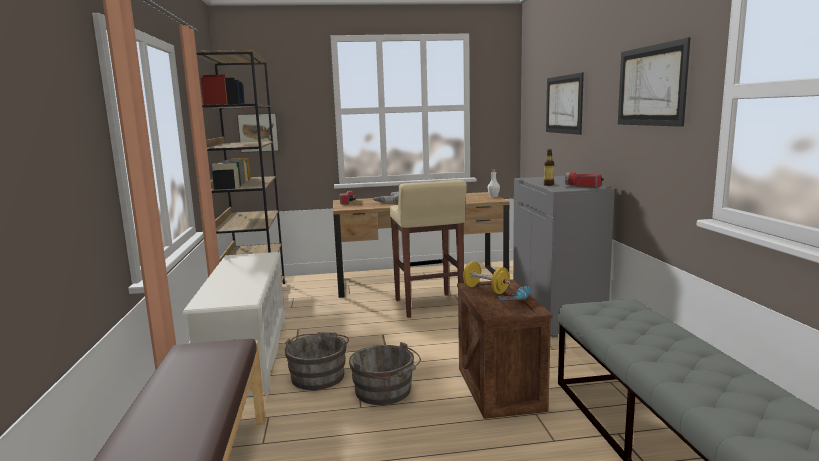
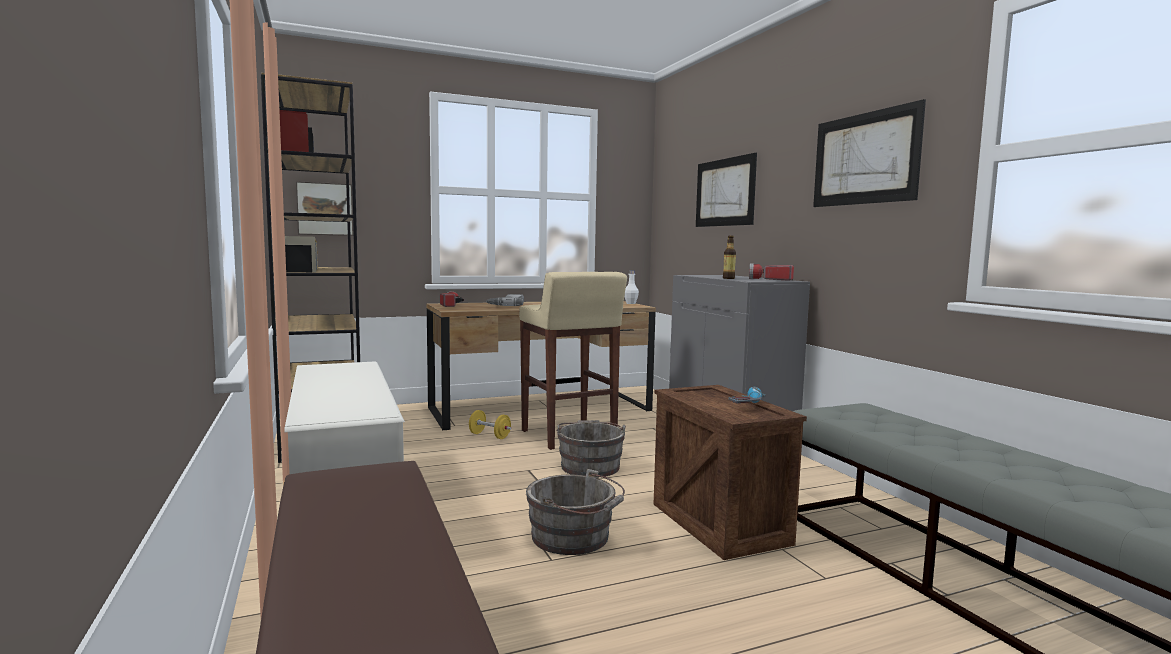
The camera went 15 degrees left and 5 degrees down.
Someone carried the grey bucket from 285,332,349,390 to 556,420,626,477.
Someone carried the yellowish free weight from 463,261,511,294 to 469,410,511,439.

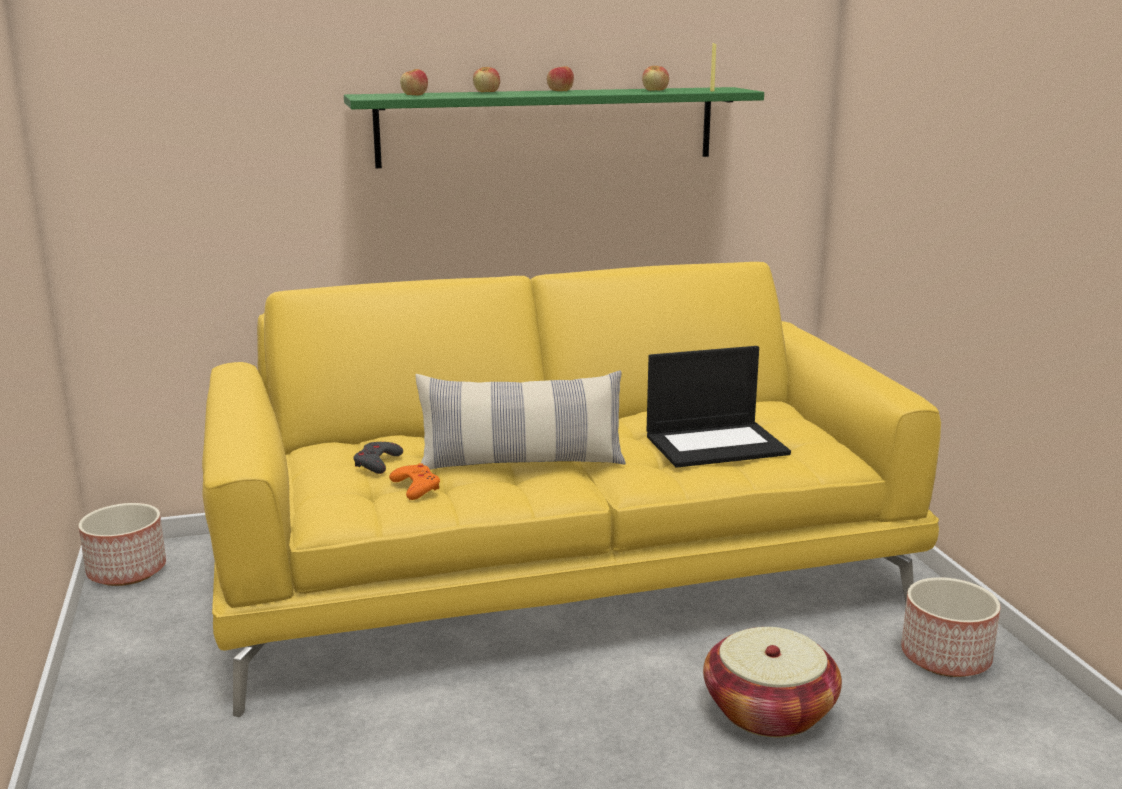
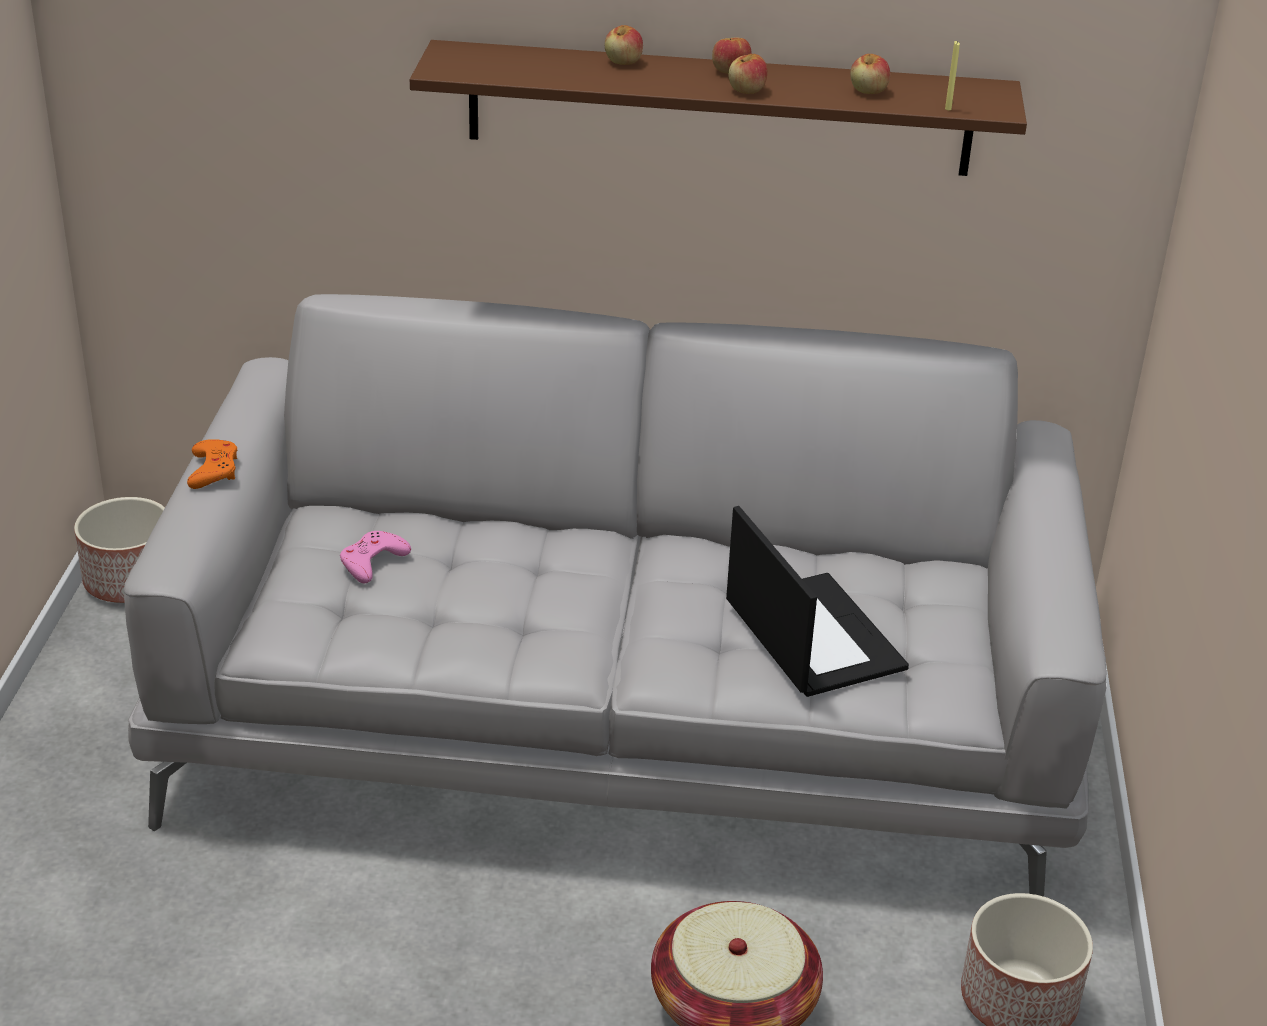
The camera went 20 degrees right and 15 degrees up.
Someone took away the cushion at 416,370,626,470.
Someone carried the orange-coloured gamepad from 389,463,440,500 to 187,439,237,489.
Someone carried the apple fruit from 400,69,428,95 to 728,54,767,94.
Someone repainted the yellowish couch at 202,262,941,717, which became the grey couch at 124,294,1107,897.
Someone repainted the green-coloured bracket shelf at 344,87,764,168, which became the brownish bracket shelf at 410,40,1027,176.
Someone repainted the grey gamepad at 353,442,403,474, which became the pink gamepad at 340,531,411,583.
Someone rotated the portable computer at 647,346,791,468 by 120 degrees counterclockwise.

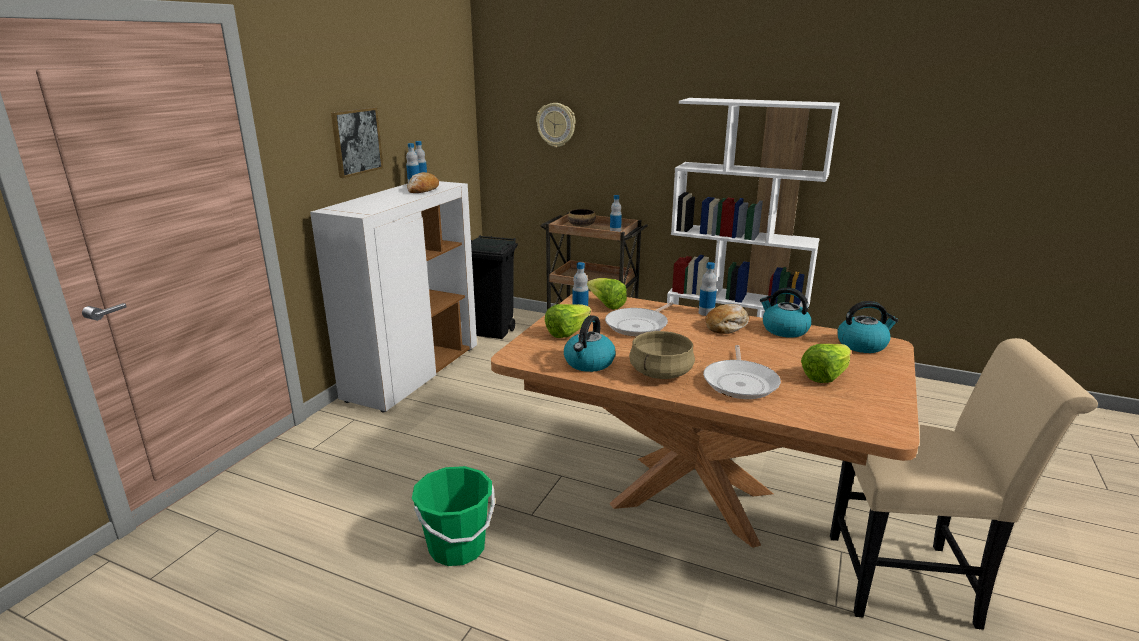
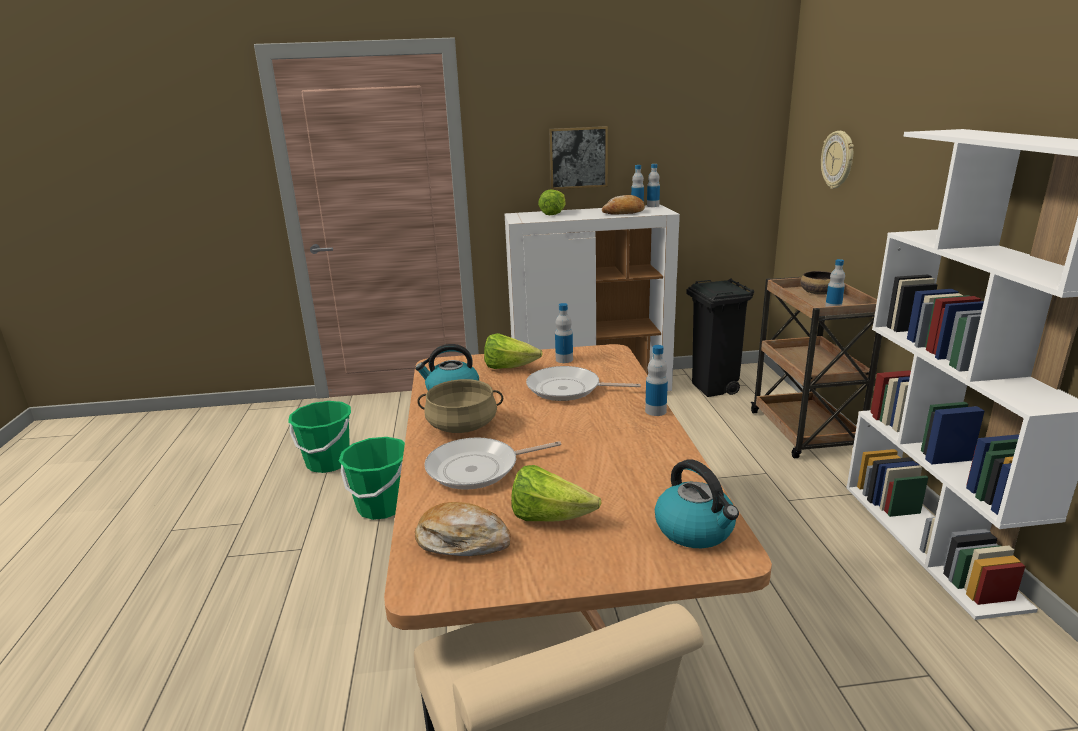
The camera went 60 degrees right and 0 degrees up.
Someone took away the kettle at 760,288,812,338.
Someone put down the green-coloured bucket at 288,401,351,473.
Someone carried the head of lettuce from 587,278,627,310 to 538,189,566,215.
Someone carried the bread from 705,304,749,334 to 415,502,510,556.

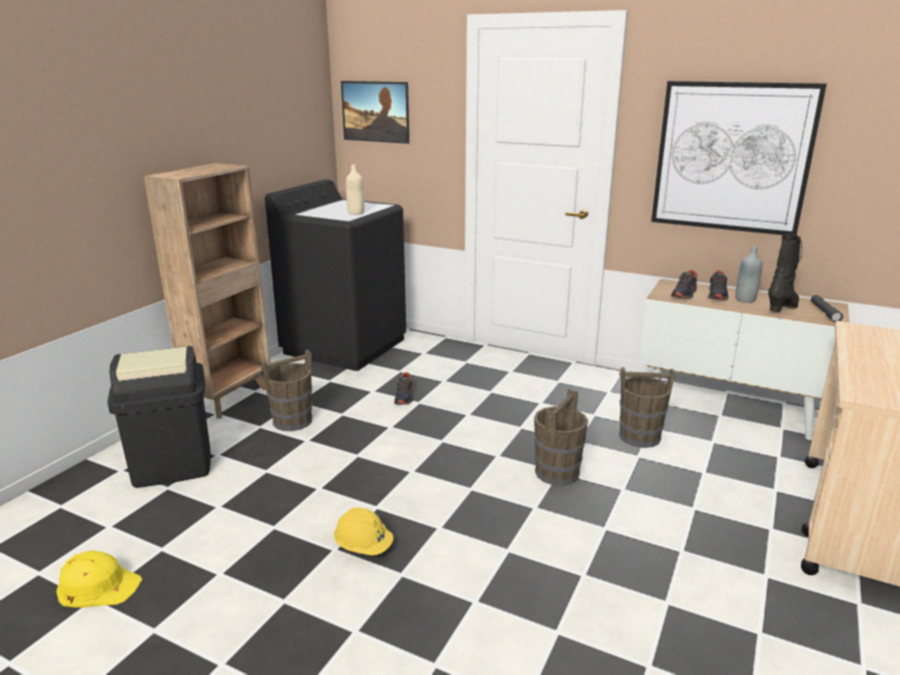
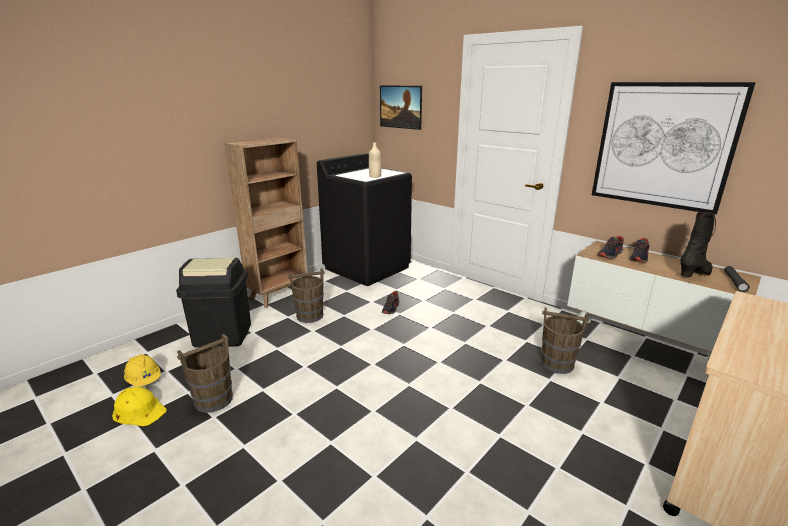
The camera went 15 degrees right and 0 degrees up.
Someone took away the grey drink bottle at 735,246,762,303.
Someone carried the yellowish safety helmet from 334,507,393,555 to 124,354,161,386.
Someone carried the brownish bucket from 534,389,588,486 to 177,334,233,413.

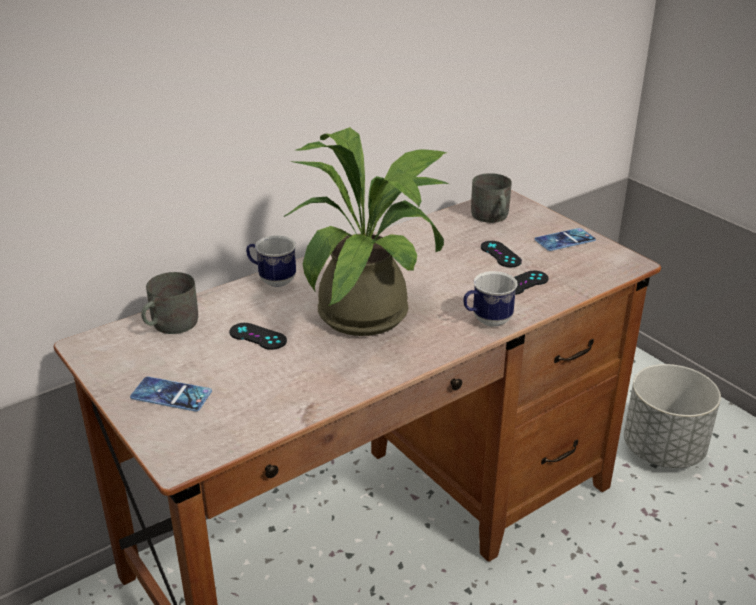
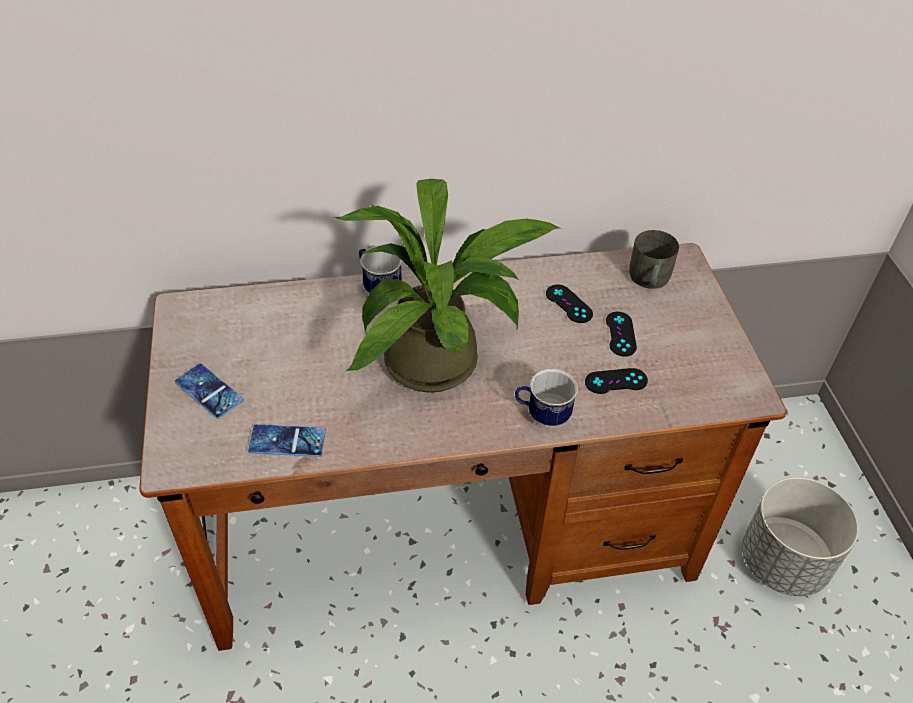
The camera went 25 degrees right and 15 degrees up.
Someone took away the grey tea mug at 141,272,198,334.
Someone carried the black gamepad from 229,323,287,350 to 546,284,593,323.
Someone carried the handset from 534,228,596,251 to 248,424,326,457.

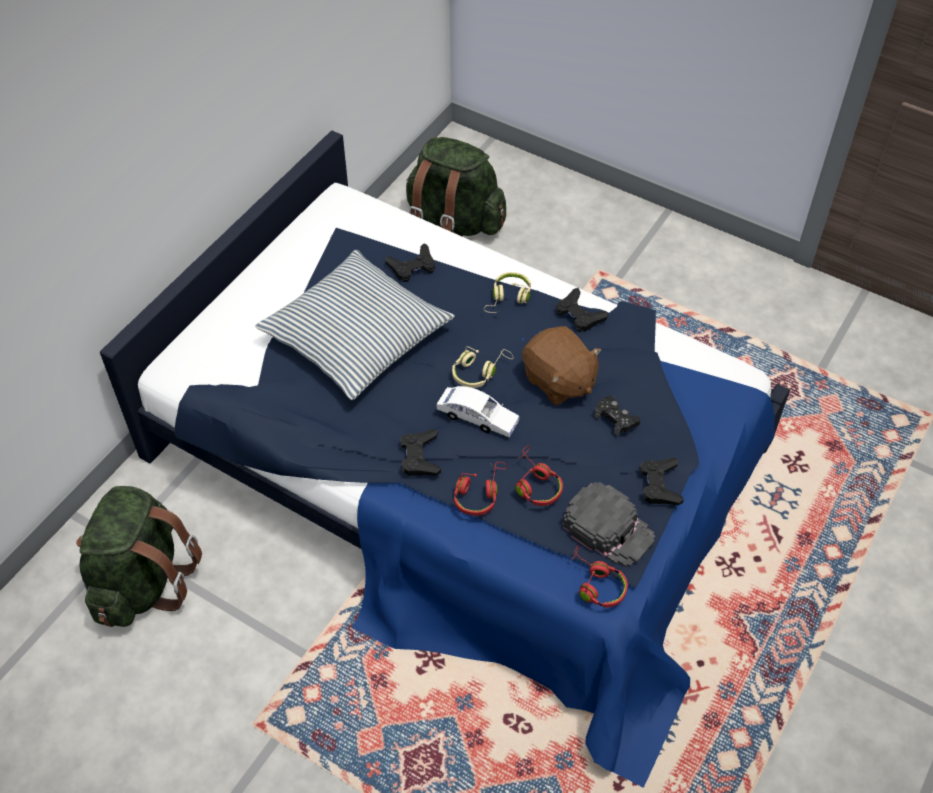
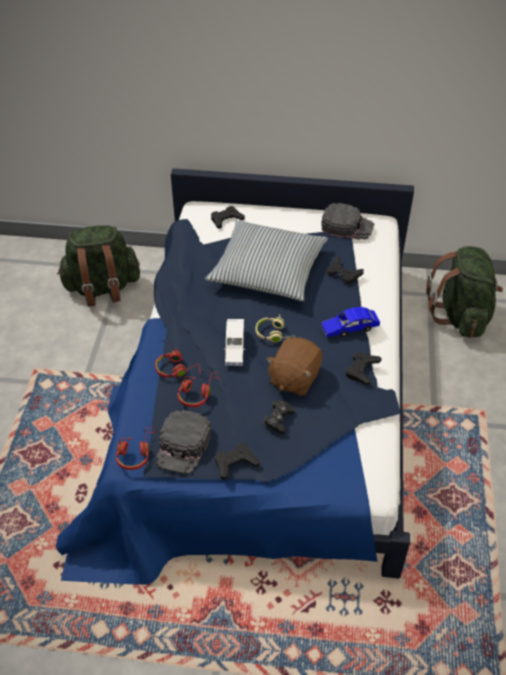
The camera went 65 degrees right and 5 degrees down.
Someone put down the black cap at 321,203,375,240.
Someone carried the black gamepad from 400,429,441,476 to 211,206,245,229.
Someone swapped the beige-coloured headset at 484,272,531,313 for the blue-coloured miniature car at 321,307,380,337.

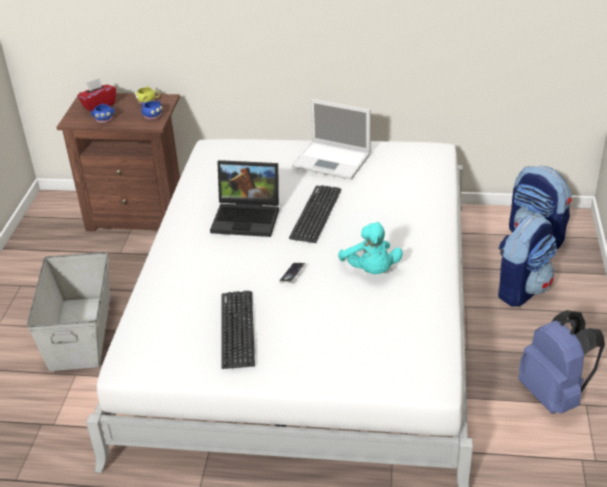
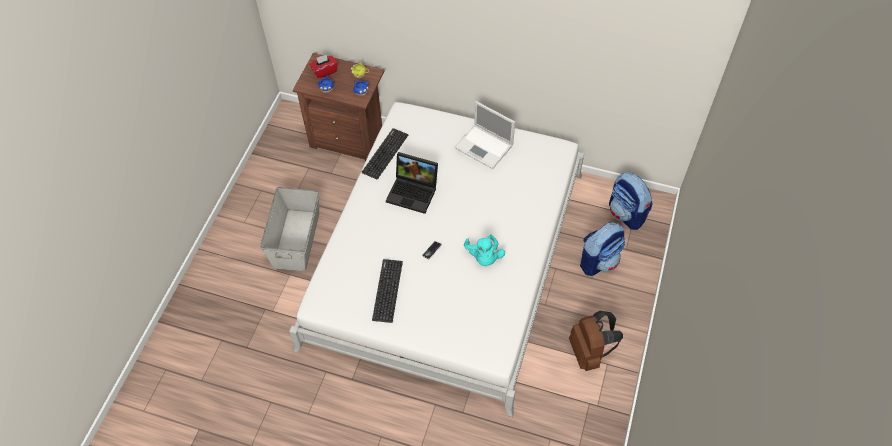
The camera went 10 degrees right and 20 degrees up.
Someone carried the computer keyboard from 289,185,341,243 to 362,128,408,179.
Someone repainted the blue-coloured rucksack at 519,310,605,414, which became the brownish rucksack at 569,311,623,371.

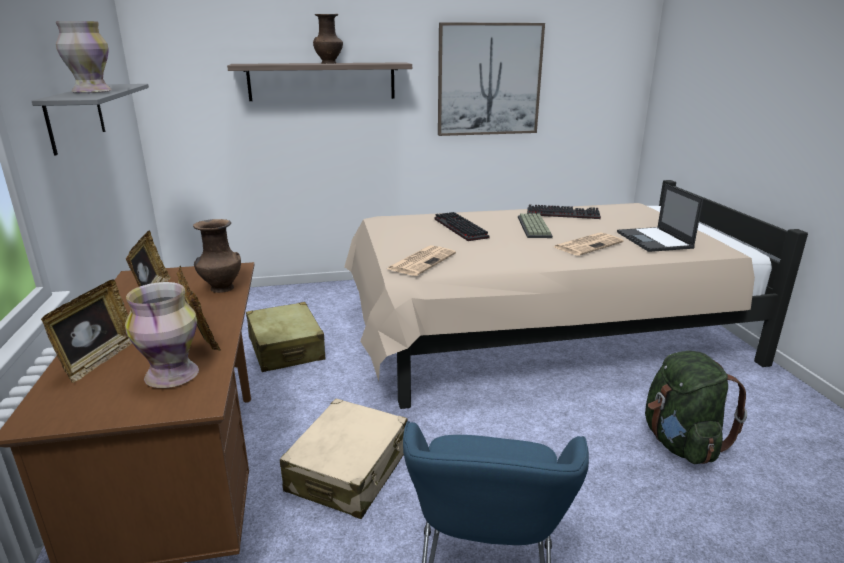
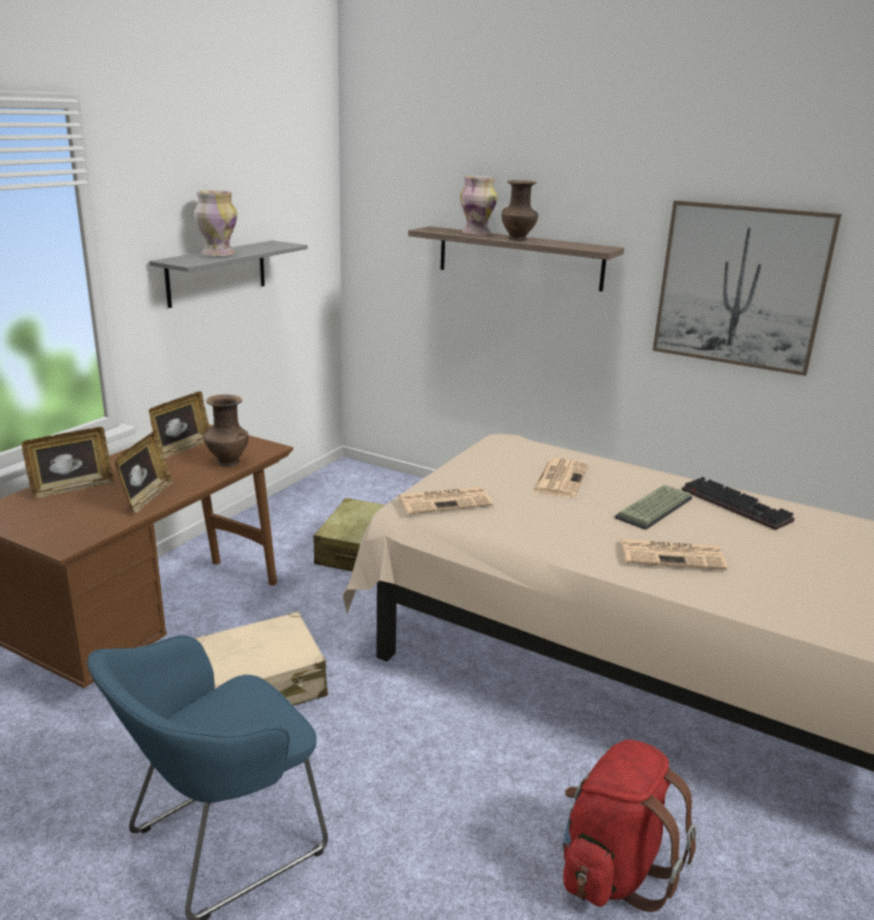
The camera went 40 degrees right and 0 degrees up.
Someone took away the portable computer at 617,184,703,252.
Someone carried the vase from 125,282,199,388 to 460,176,497,235.
Someone swapped the computer keyboard at 434,212,490,241 for the printed paper at 532,458,588,497.
Someone repainted the green-coloured rucksack at 645,351,747,464, which became the reddish rucksack at 562,740,696,912.

